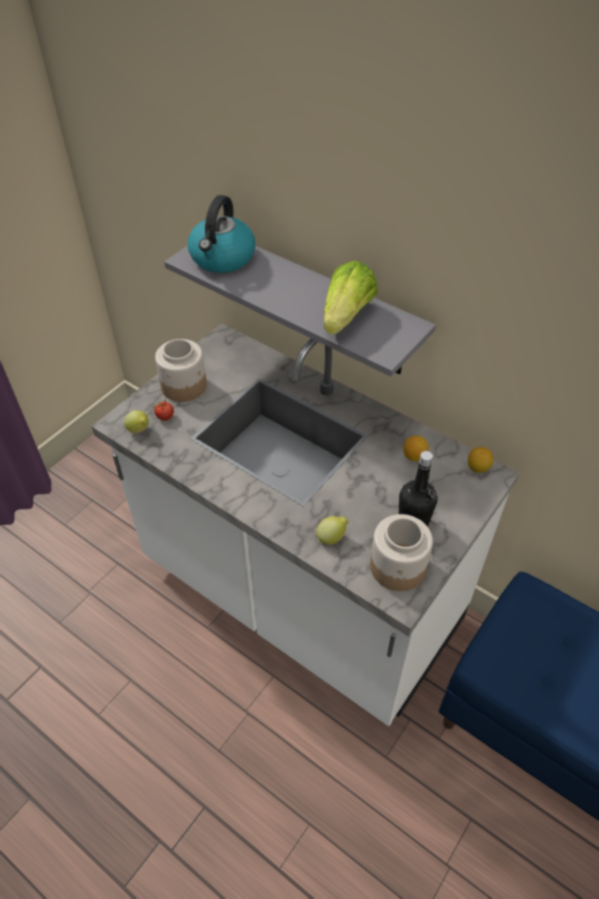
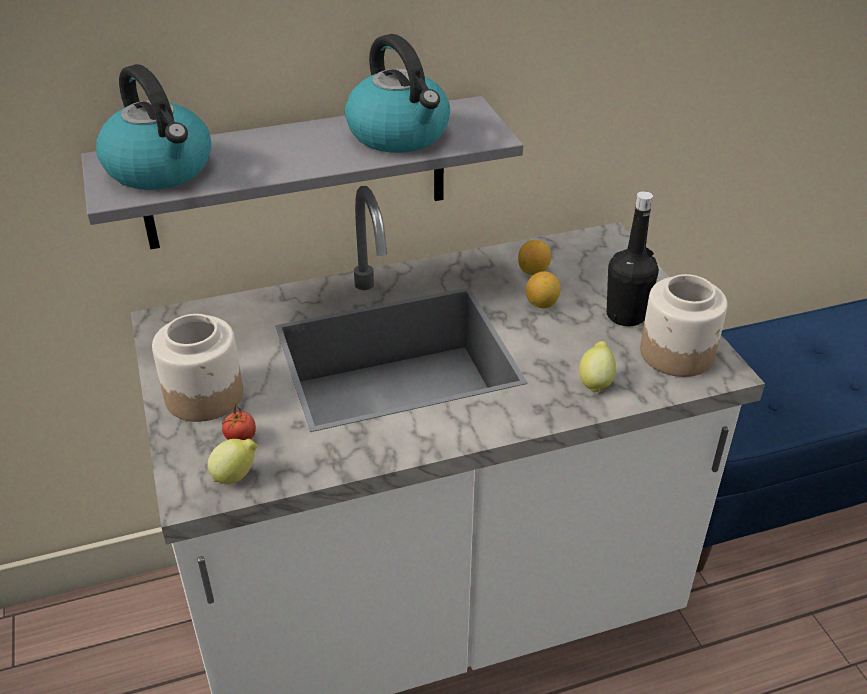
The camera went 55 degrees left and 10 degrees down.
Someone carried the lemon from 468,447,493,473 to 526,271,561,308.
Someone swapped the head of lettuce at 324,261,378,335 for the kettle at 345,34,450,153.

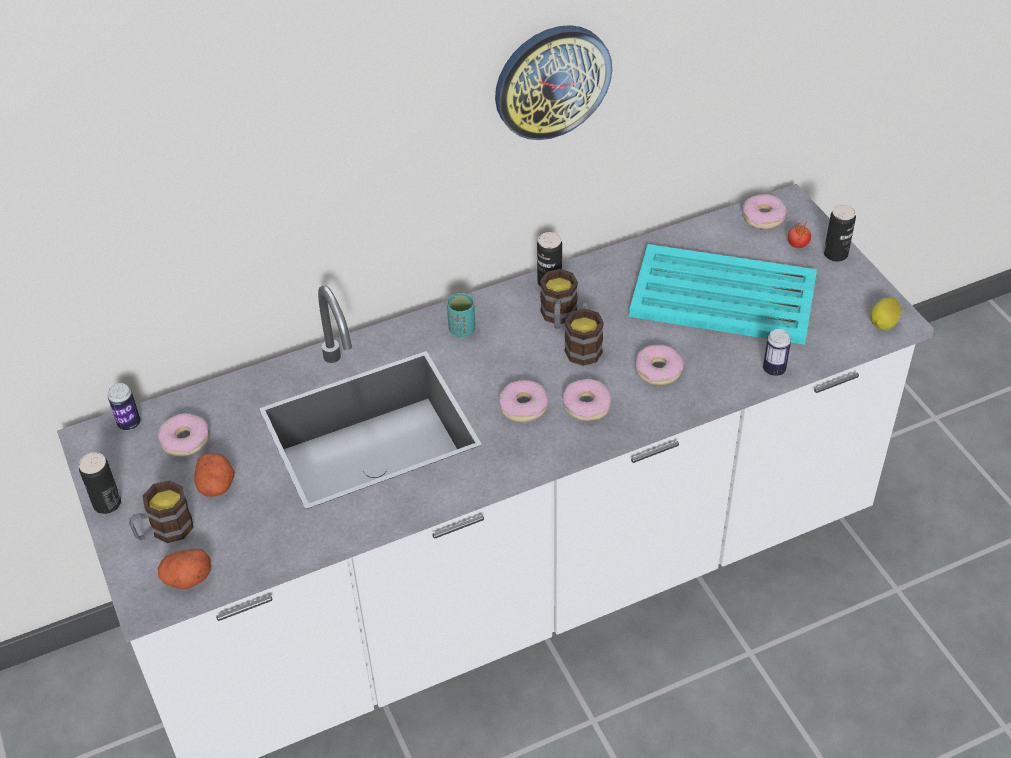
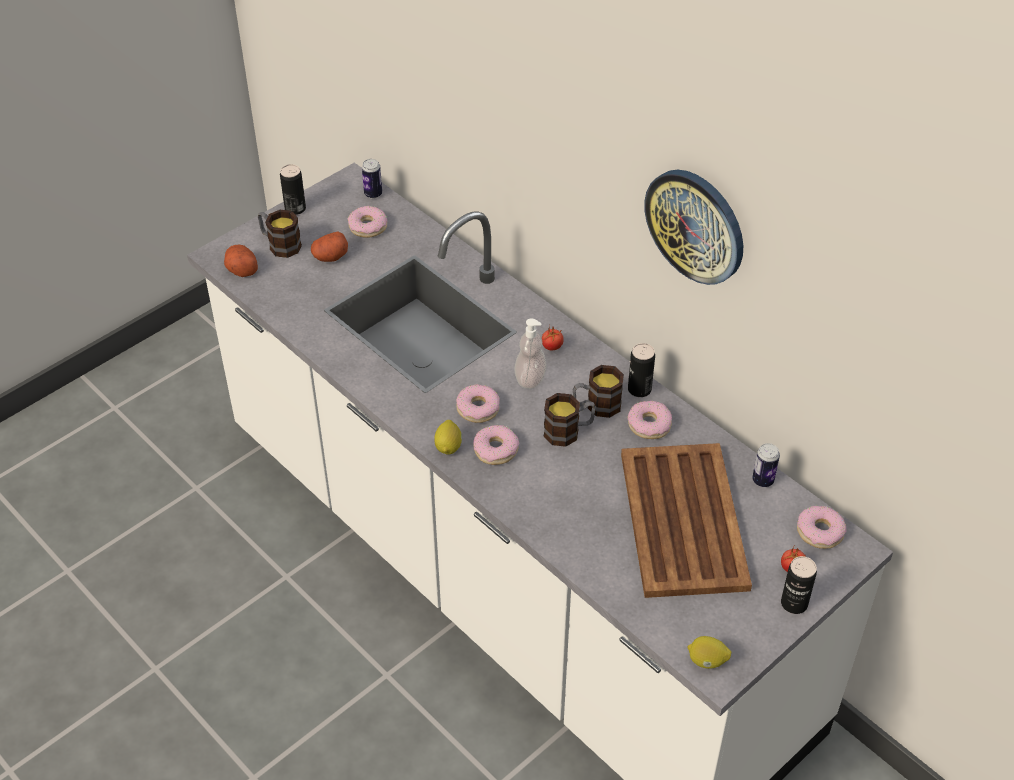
The camera went 70 degrees right and 0 degrees up.
Someone put down the lemon at 434,420,462,454.
Someone put down the soap bottle at 514,318,547,389.
Someone carried the donut from 635,345,683,385 to 627,401,672,439.
Someone carried the metal can from 763,329,791,376 to 752,443,780,487.
Someone swapped the blue-green cup at 447,293,475,337 for the whole tomato at 542,324,564,351.
Someone repainted the blue-green carrying tray at 629,244,817,345, which became the brownish carrying tray at 621,443,752,598.

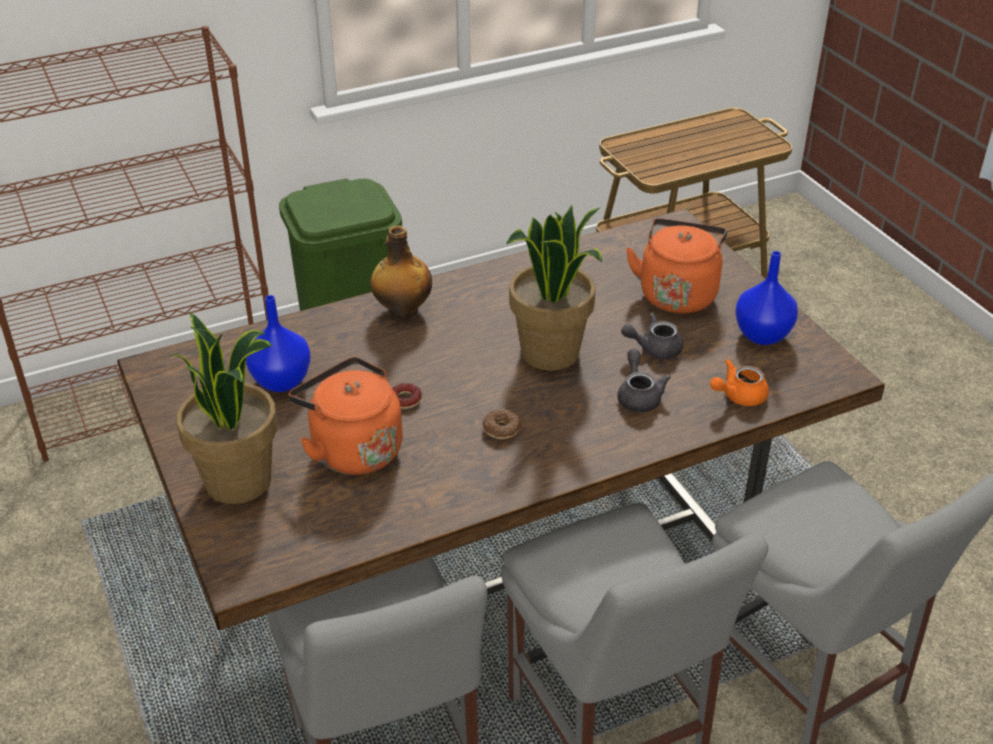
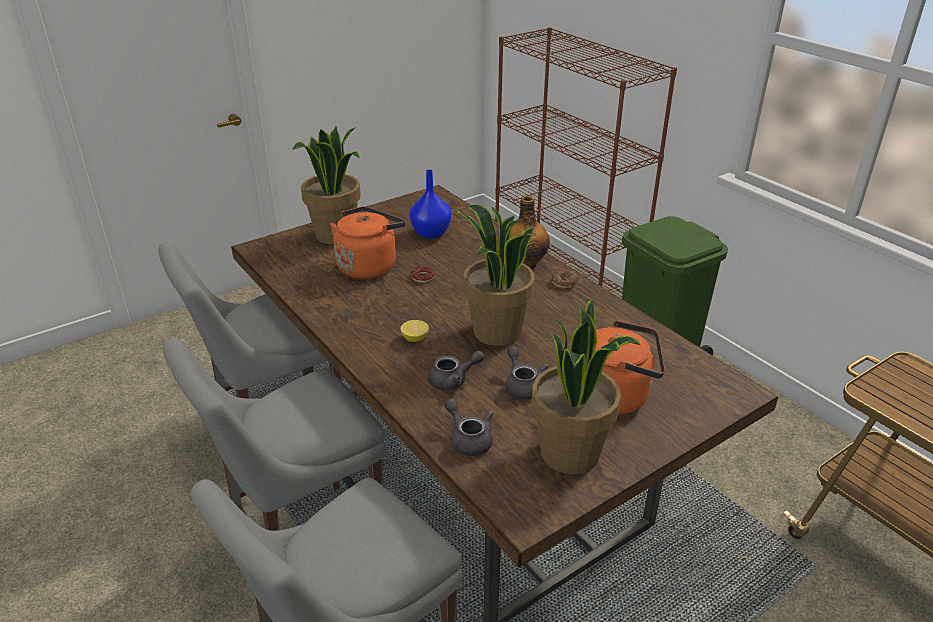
The camera went 80 degrees right and 5 degrees down.
Someone put down the lemon at 401,320,429,342.
Someone carried the donut from 483,409,521,439 to 551,270,578,288.
Someone swapped the blue-coloured vase at 735,251,798,345 for the houseplant at 532,298,641,474.
Someone repainted the orange-coloured pot for tea at 710,359,769,406, which became the grey pot for tea at 445,398,493,456.

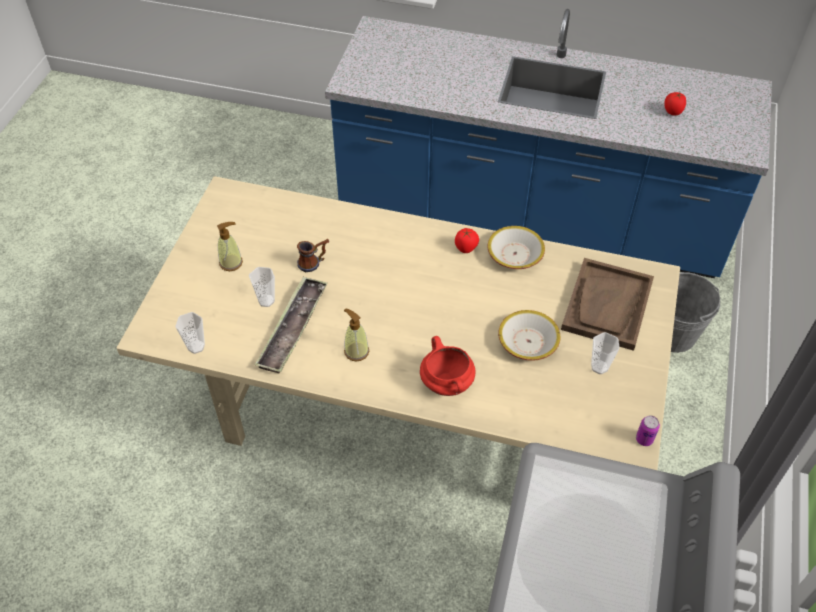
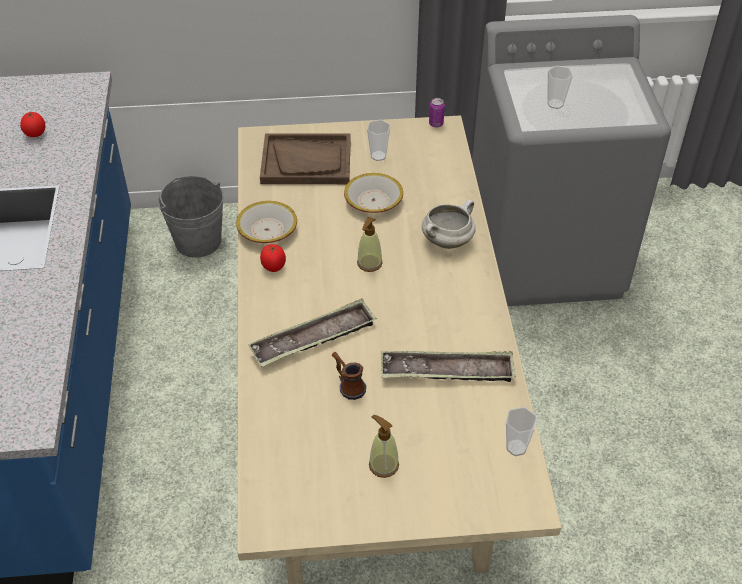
The camera went 110 degrees left and 5 degrees down.
Someone put down the carrying tray at 248,298,377,367.
Someone carried the cup from 249,267,275,307 to 547,66,573,109.
Someone carried the soap bottle from 344,309,369,362 to 357,217,383,272.
Someone repainted the reddish stockpot at 420,336,476,396, which became the white-coloured stockpot at 422,199,476,249.

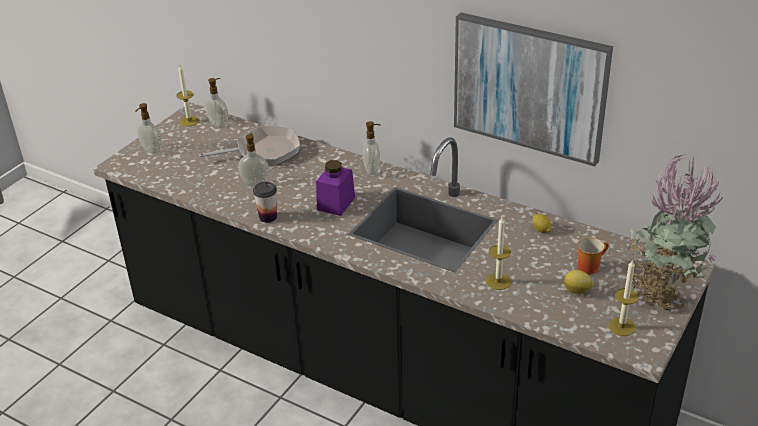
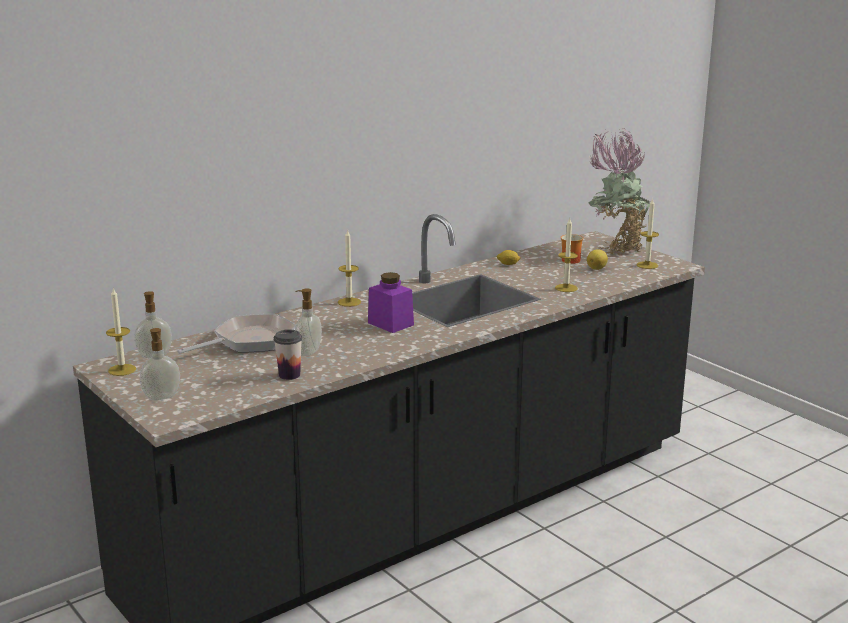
The camera went 70 degrees left and 15 degrees down.
Someone took away the picture at 454,13,613,166.
Someone carried the cup from 253,181,277,223 to 274,329,302,380.
Someone swapped the soap bottle at 363,121,381,175 for the candle at 338,229,361,307.
Someone rotated the skillet at 199,125,300,166 by 45 degrees clockwise.

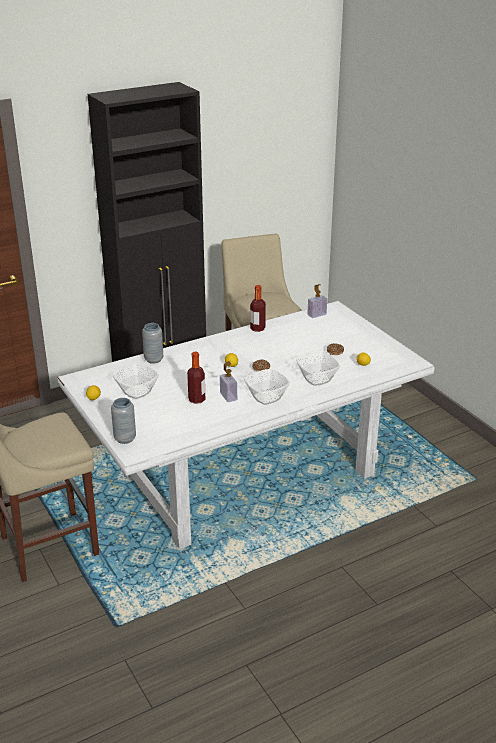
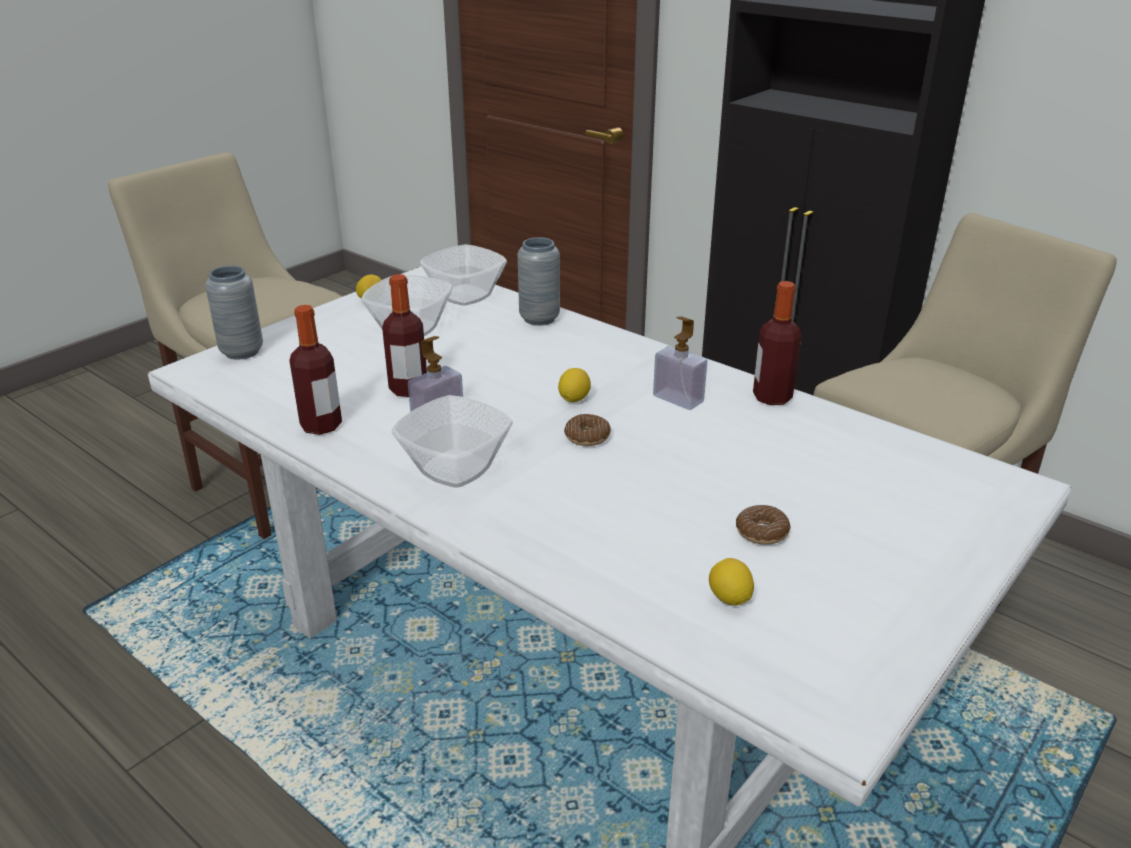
The camera went 70 degrees right and 0 degrees up.
Someone put down the drink bottle at 289,305,342,435.
Someone carried the serving bowl from 296,352,340,386 to 420,244,507,306.
Someone carried the soap bottle from 307,284,327,318 to 653,316,707,410.

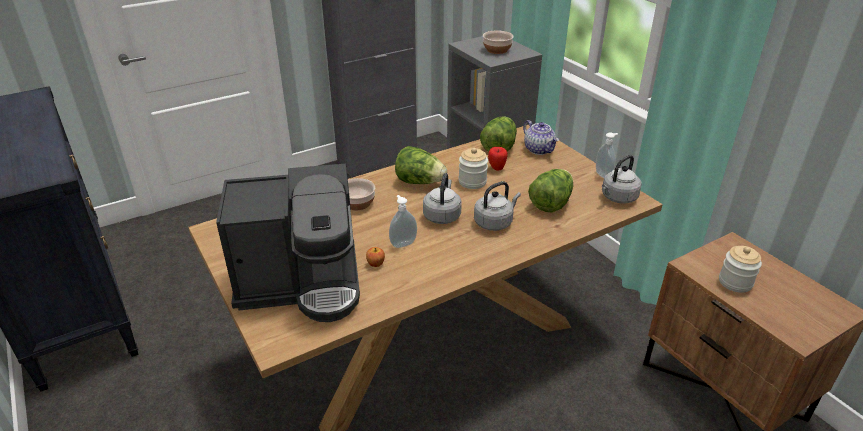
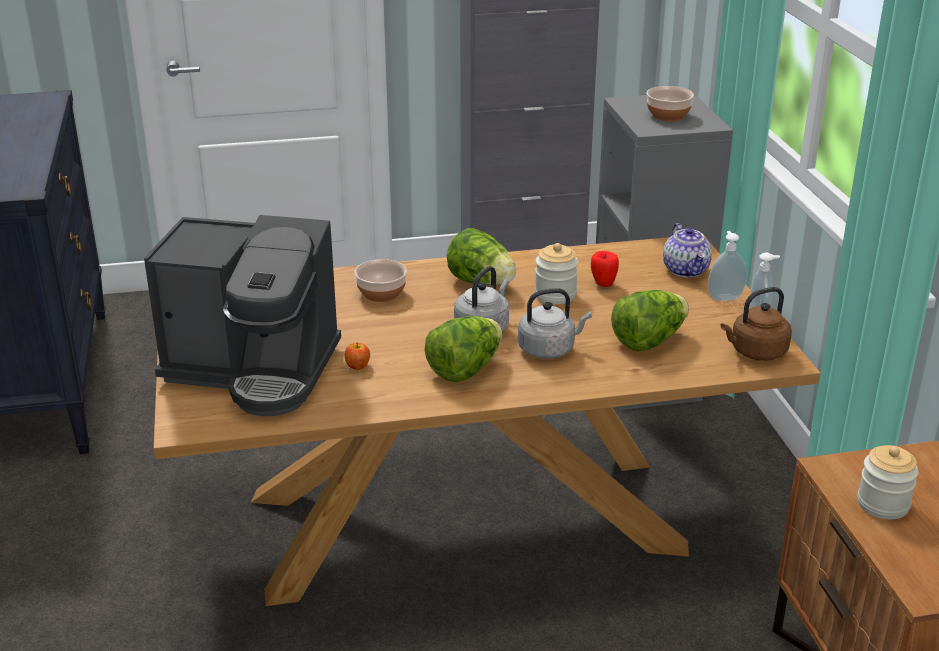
The camera went 20 degrees right and 5 degrees down.
Someone carried the soap bottle from 389,195,417,248 to 708,231,747,301.
Someone carried the head of lettuce from 480,116,517,152 to 425,316,503,382.
Someone repainted the grey kettle at 602,155,642,204, which became the brownish kettle at 721,287,792,361.

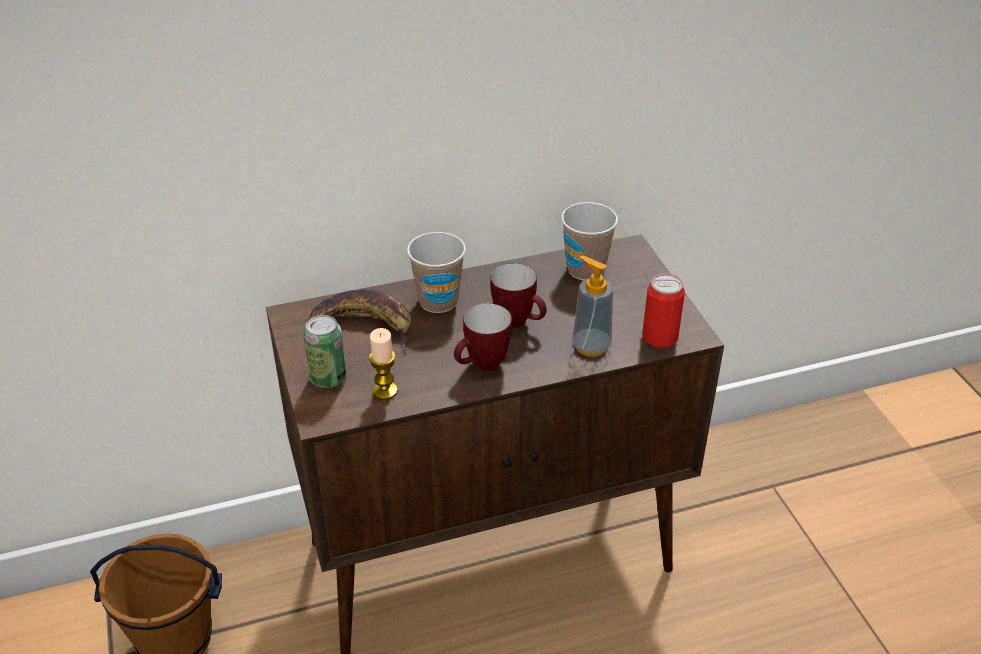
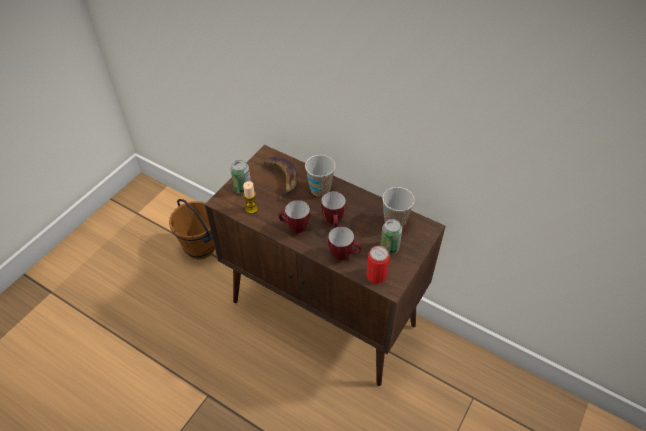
The camera went 50 degrees right and 10 degrees up.
Someone put down the metal can at 380,219,402,255.
Someone swapped the soap bottle at 572,256,613,357 for the tea mug at 328,226,362,261.

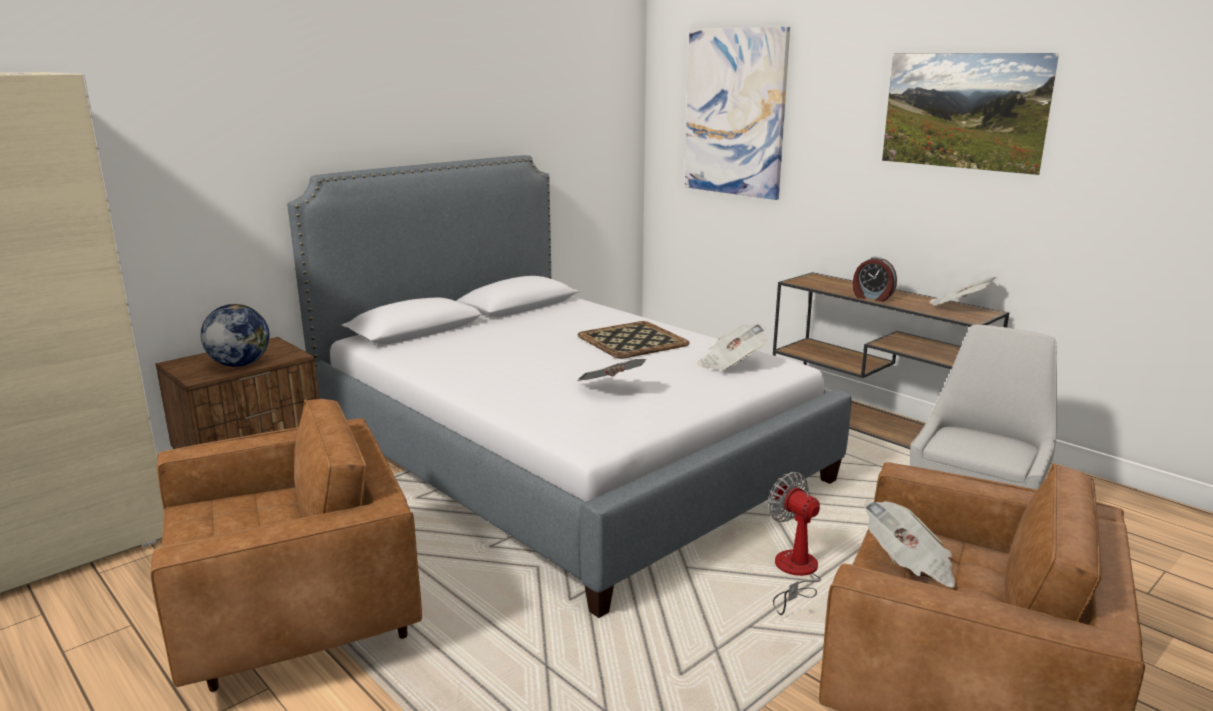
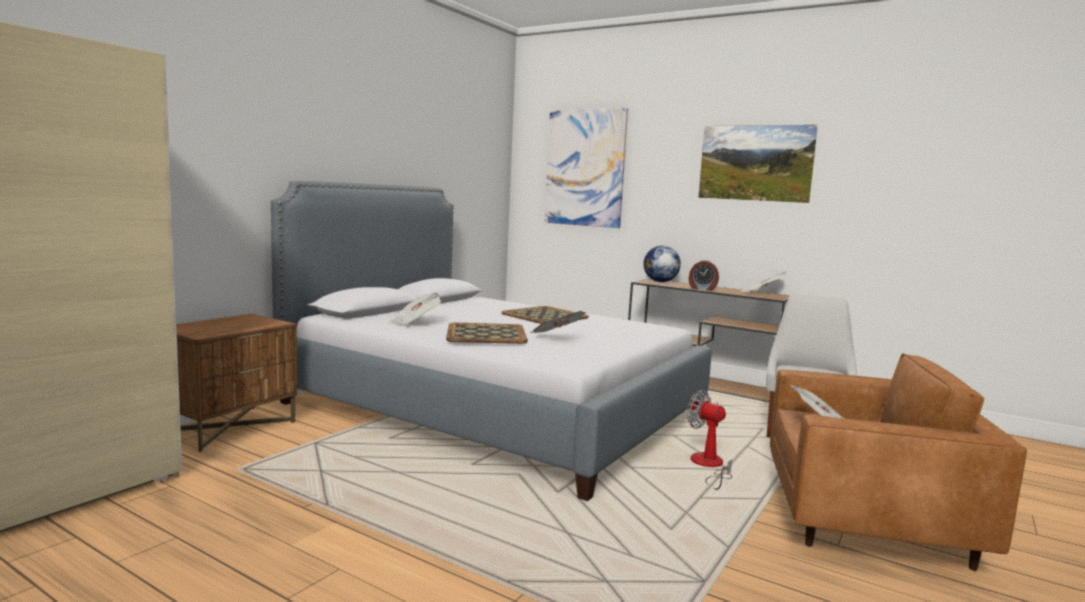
The camera went 15 degrees left and 10 degrees down.
Someone took away the brownish armchair at 151,399,422,692.
Someone put down the carrying tray at 446,323,528,344.
Someone carried the globe from 201,304,270,367 to 643,246,681,282.
Someone carried the printed paper from 697,324,767,371 to 388,292,441,325.

